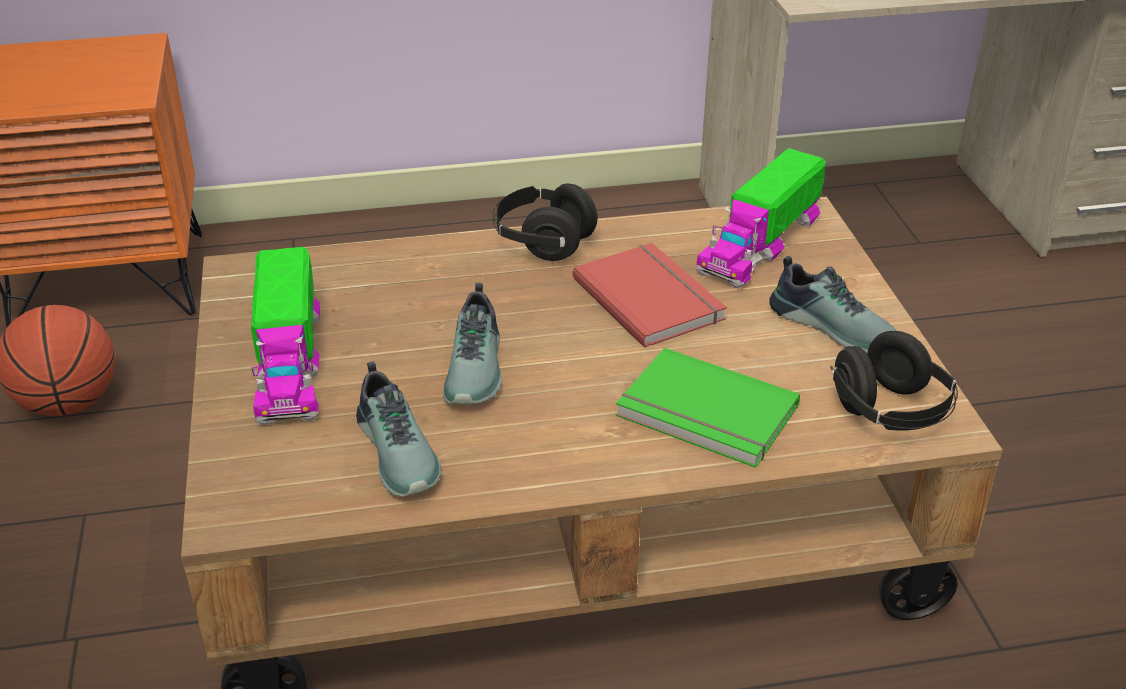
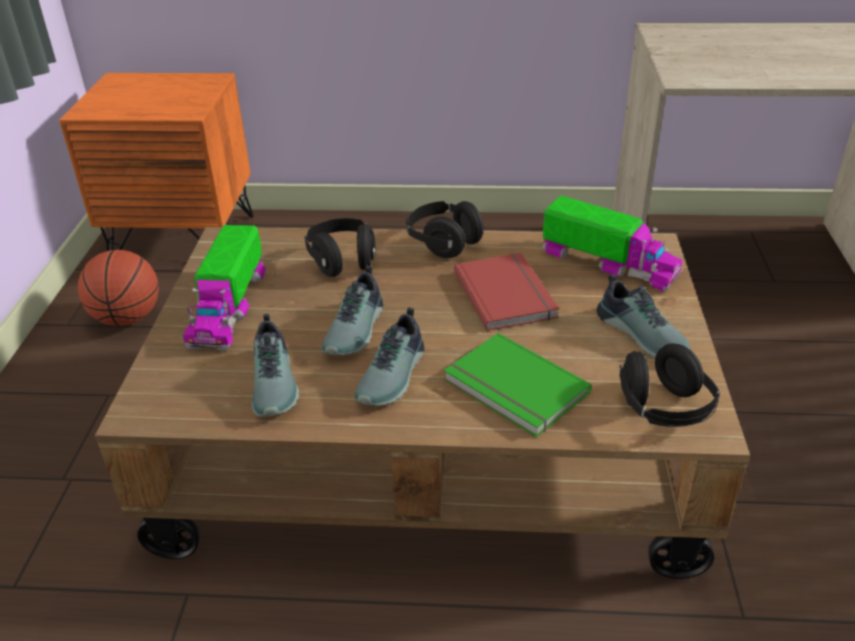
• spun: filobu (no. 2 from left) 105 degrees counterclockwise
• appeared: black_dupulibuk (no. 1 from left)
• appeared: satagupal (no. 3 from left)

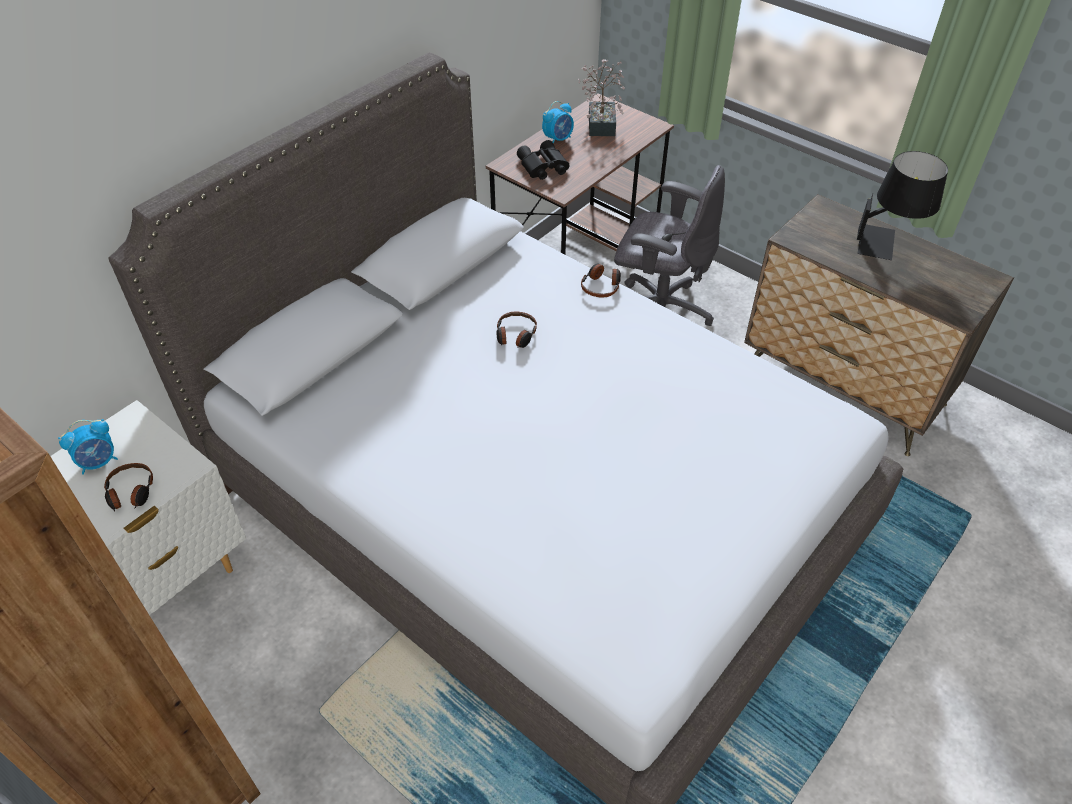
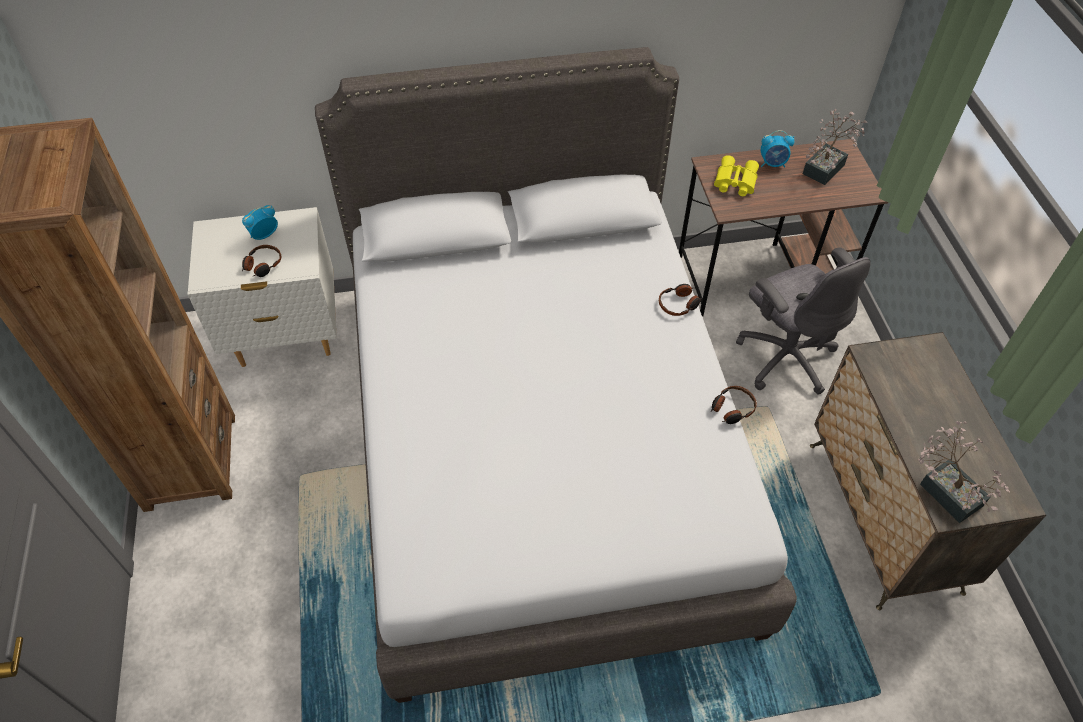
• colour: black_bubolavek to yellow_bubolavek
• missing: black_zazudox
• relocated: dupulibuk (no. 2 from left in the first image) to dupulibuk (no. 3 from left)
• spun: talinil (no. 1 from left) 135 degrees clockwise
• appeared: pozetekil (no. 2 from left)

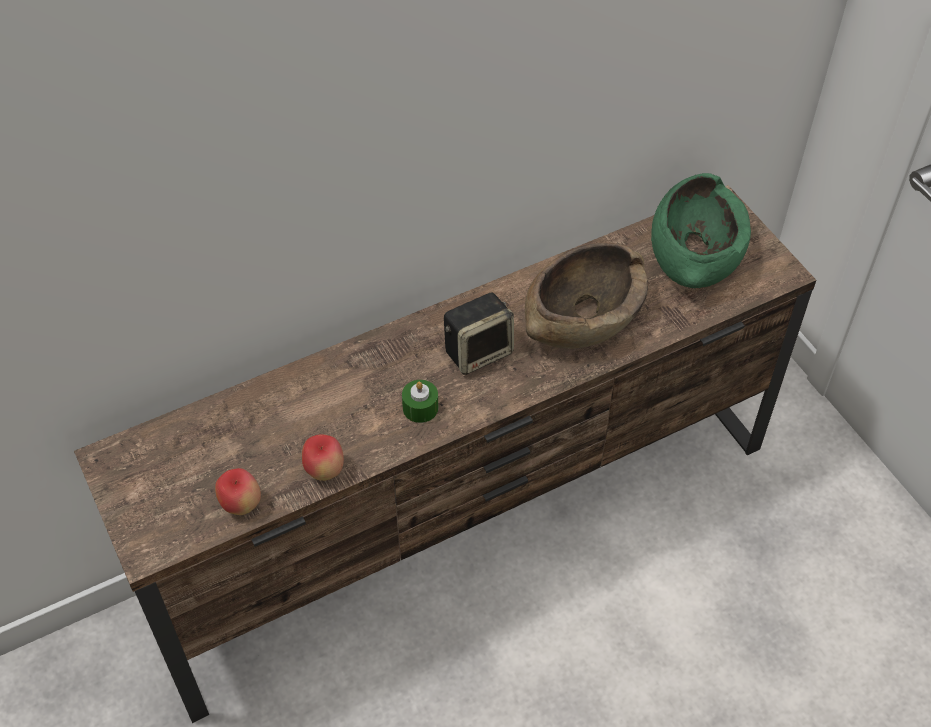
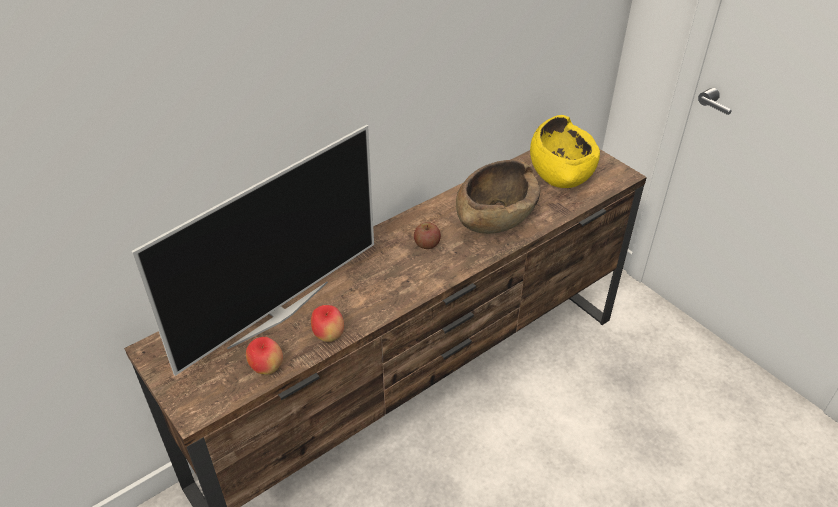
• colour: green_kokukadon to yellow_kokukadon
• exchanged: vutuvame to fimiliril (no. 3 from left)
• missing: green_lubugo
• appeared: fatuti

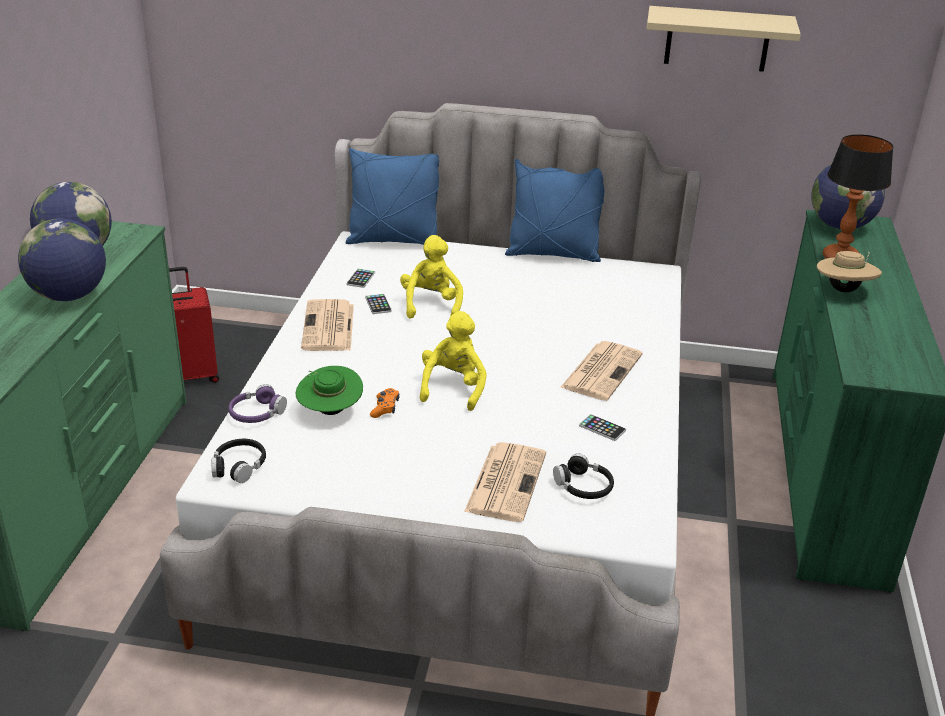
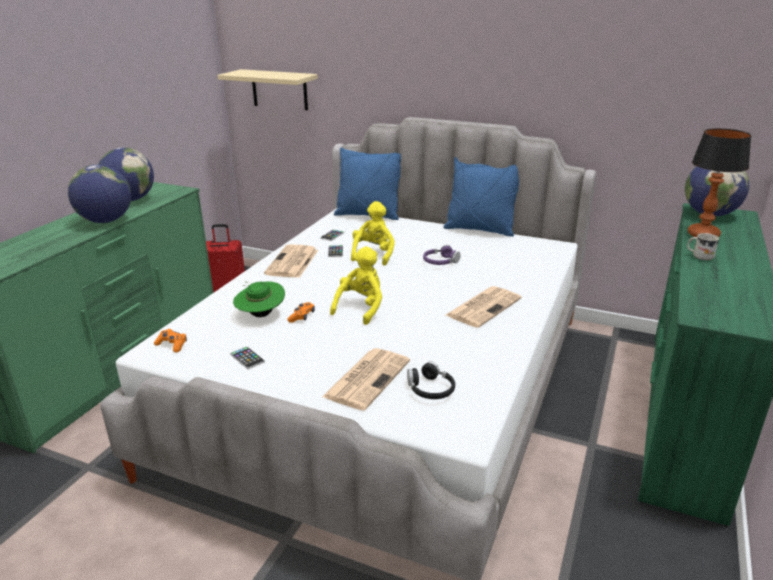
• relocated: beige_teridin
• exchanged: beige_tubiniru to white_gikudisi
• relocated: purple_dupulibuk
• relocated: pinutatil (no. 3 from left in the first image) to pinutatil (no. 1 from left)
• exchanged: black_dupulibuk (no. 1 from left) to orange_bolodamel (no. 1 from left)

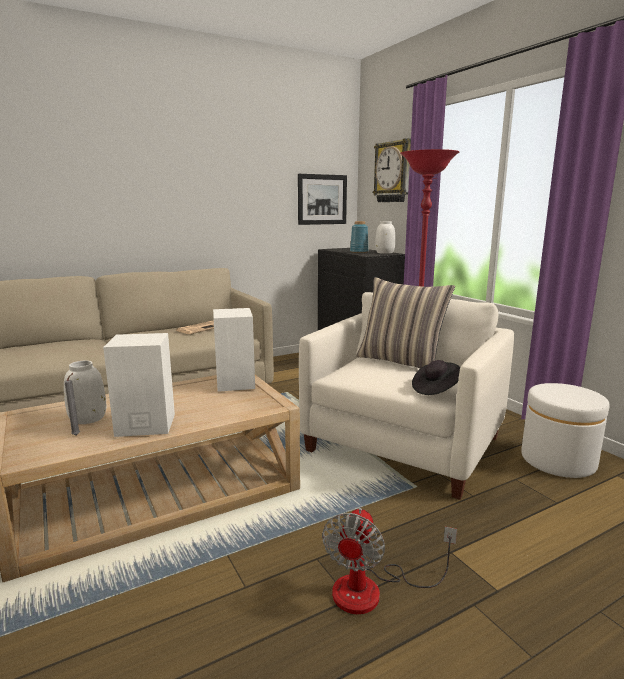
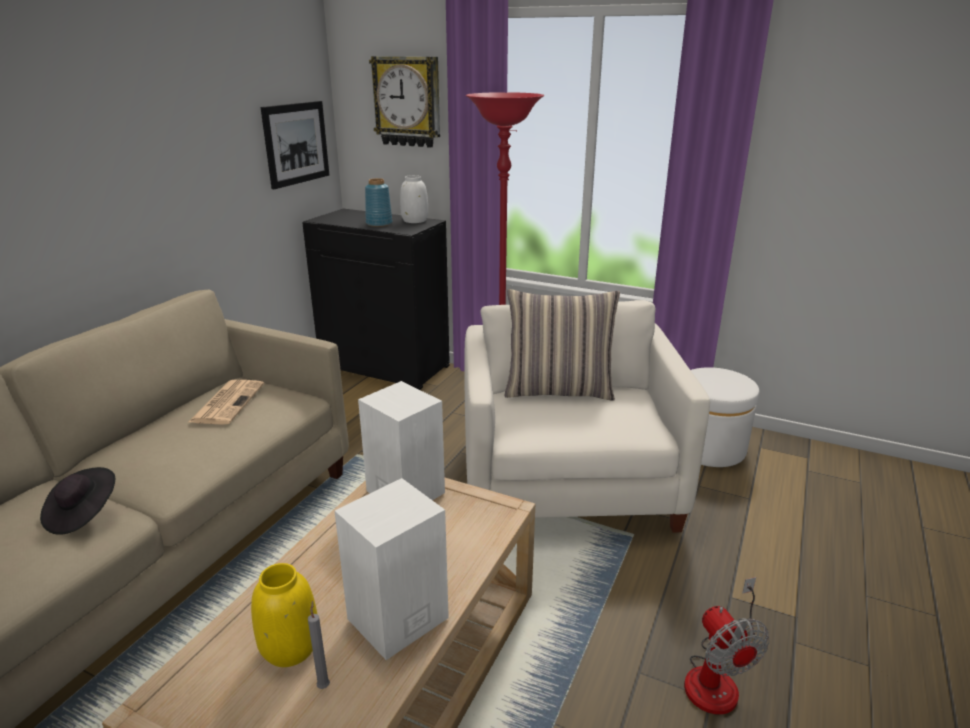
• relocated: black_tubiniru
• colour: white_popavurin (no. 1 from left) to yellow_popavurin

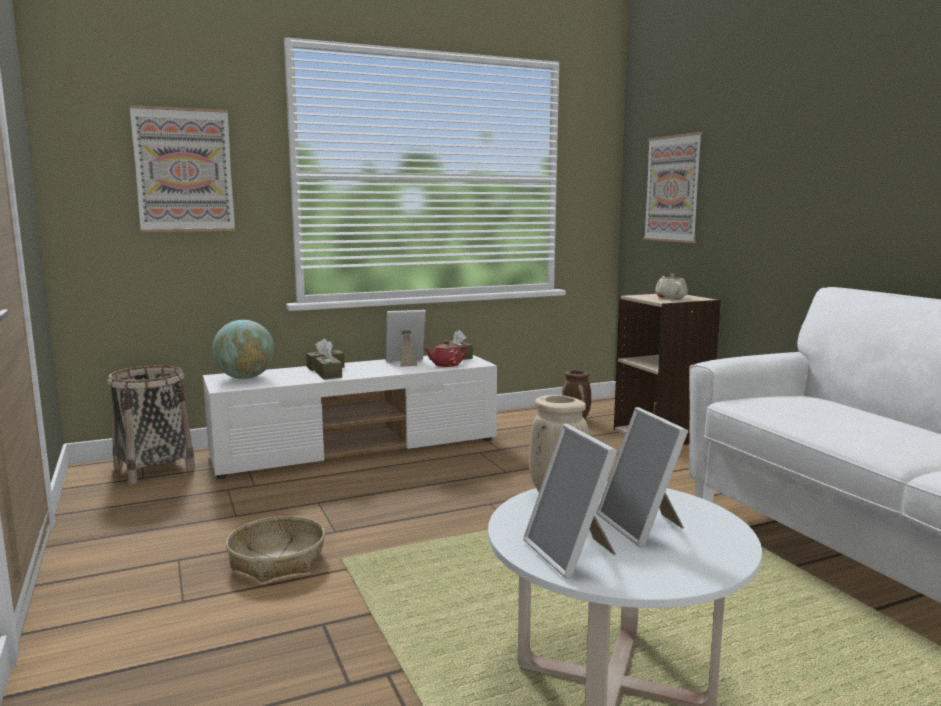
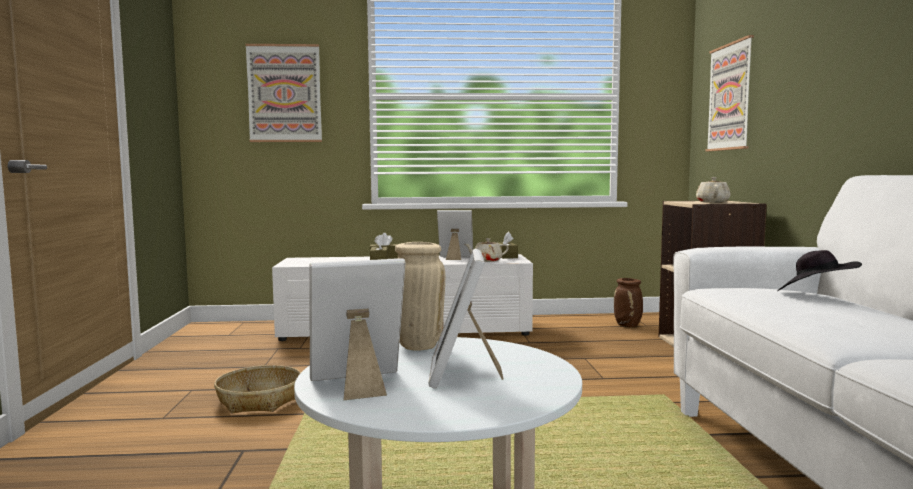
• missing: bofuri
• colour: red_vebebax to beige_vebebax (no. 1 from left)
• missing: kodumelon (no. 1 from left)
• spun: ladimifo (no. 2 from left in the first image) 75 degrees clockwise
• appeared: black_tubiniru

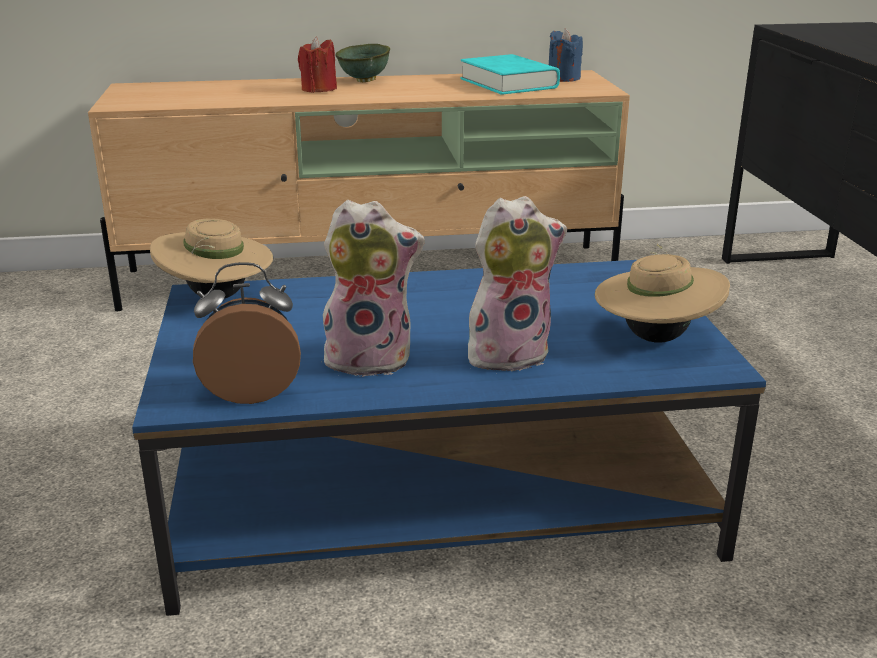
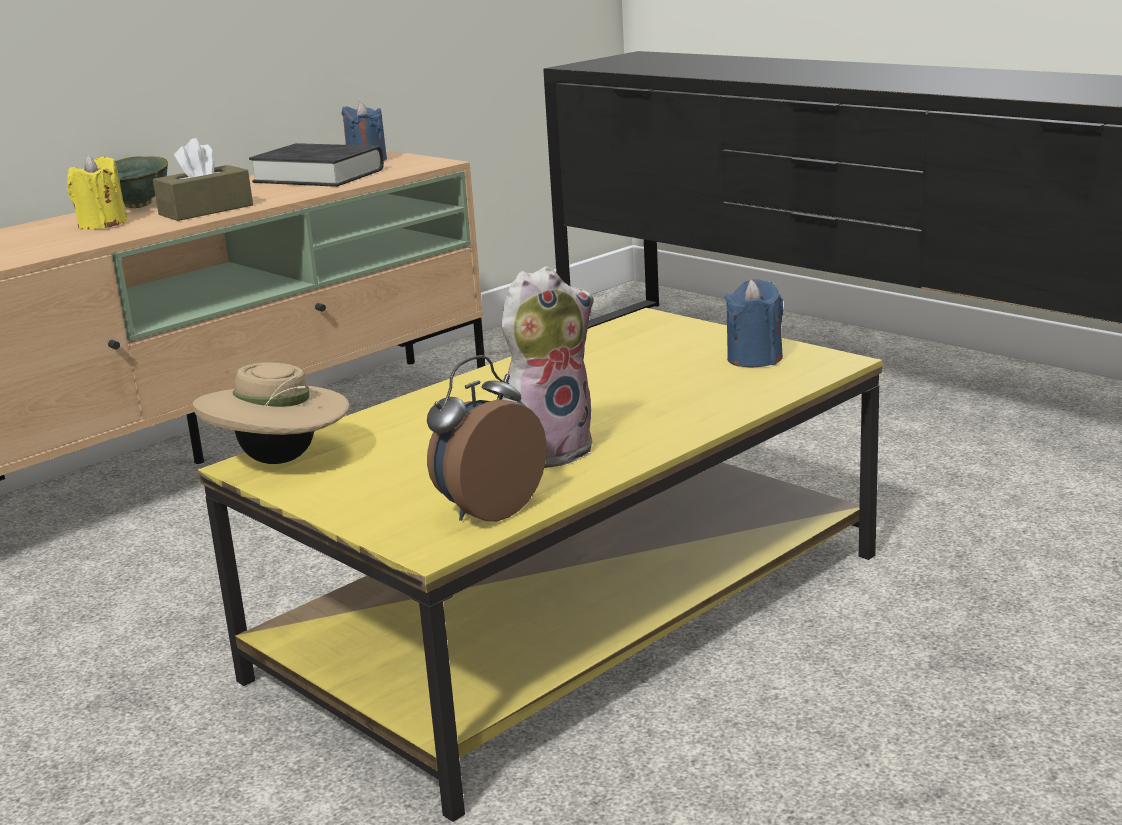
• colour: red_lubugo to yellow_lubugo
• colour: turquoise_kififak to black_kififak
• missing: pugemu (no. 2 from left)
• exchanged: beige_tubiniru (no. 2 from left) to blue_lubugo (no. 2 from left)
• colour: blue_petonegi to yellow_petonegi
• appeared: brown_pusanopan

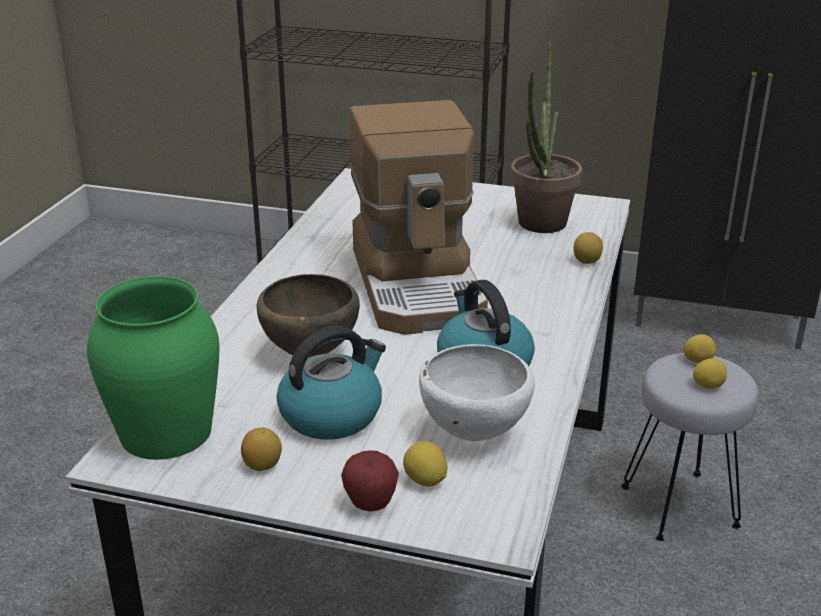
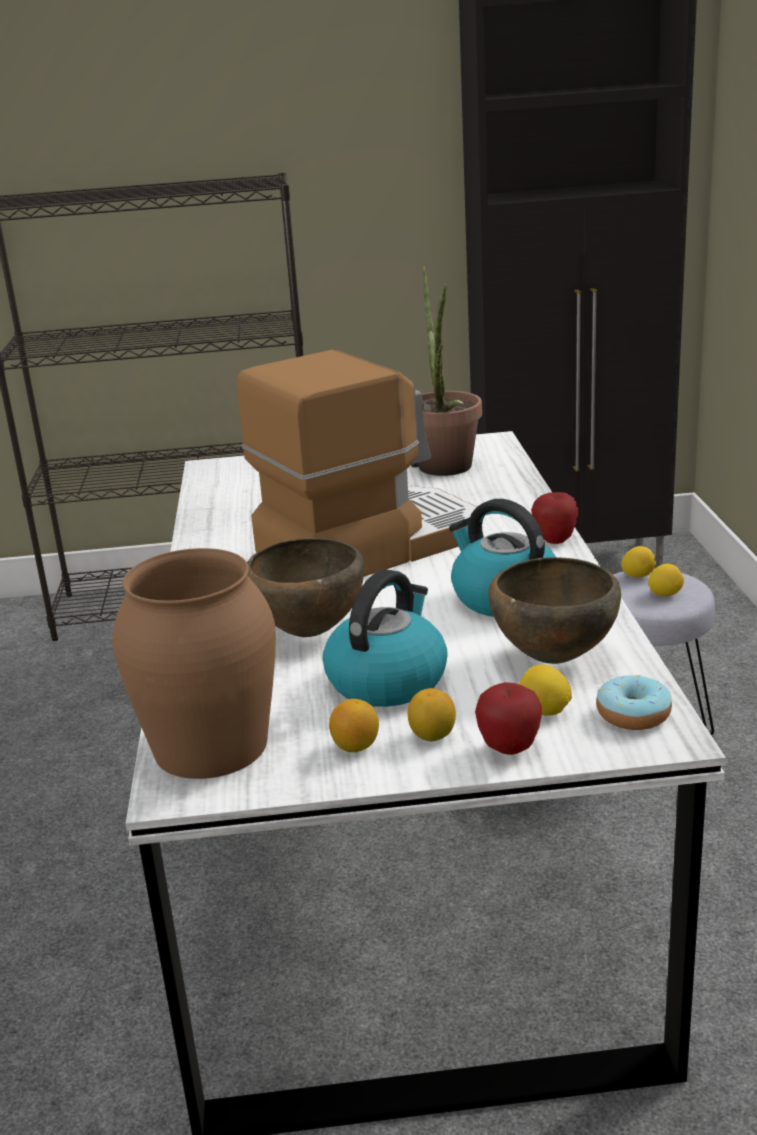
• spun: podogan 90 degrees counterclockwise
• relocated: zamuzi (no. 3 from left in the first image) to zamuzi (no. 2 from left)
• colour: green_popavurin to brown_popavurin
• colour: white_kokukadon to brown_kokukadon (no. 2 from left)
• appeared: fimiliril (no. 2 from left)
• appeared: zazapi

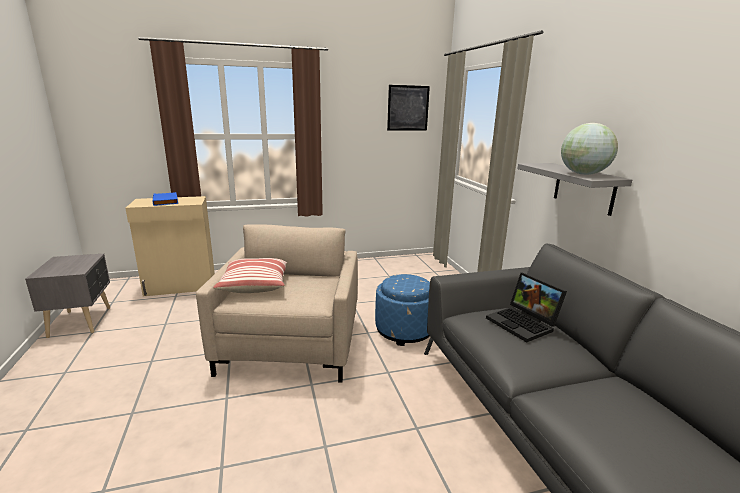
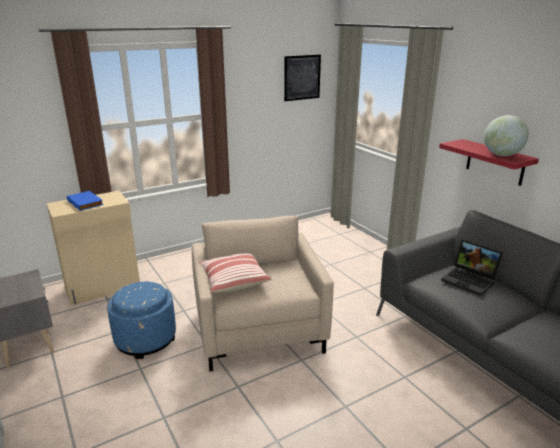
• colour: grey_teridin to red_teridin
• relocated: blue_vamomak

